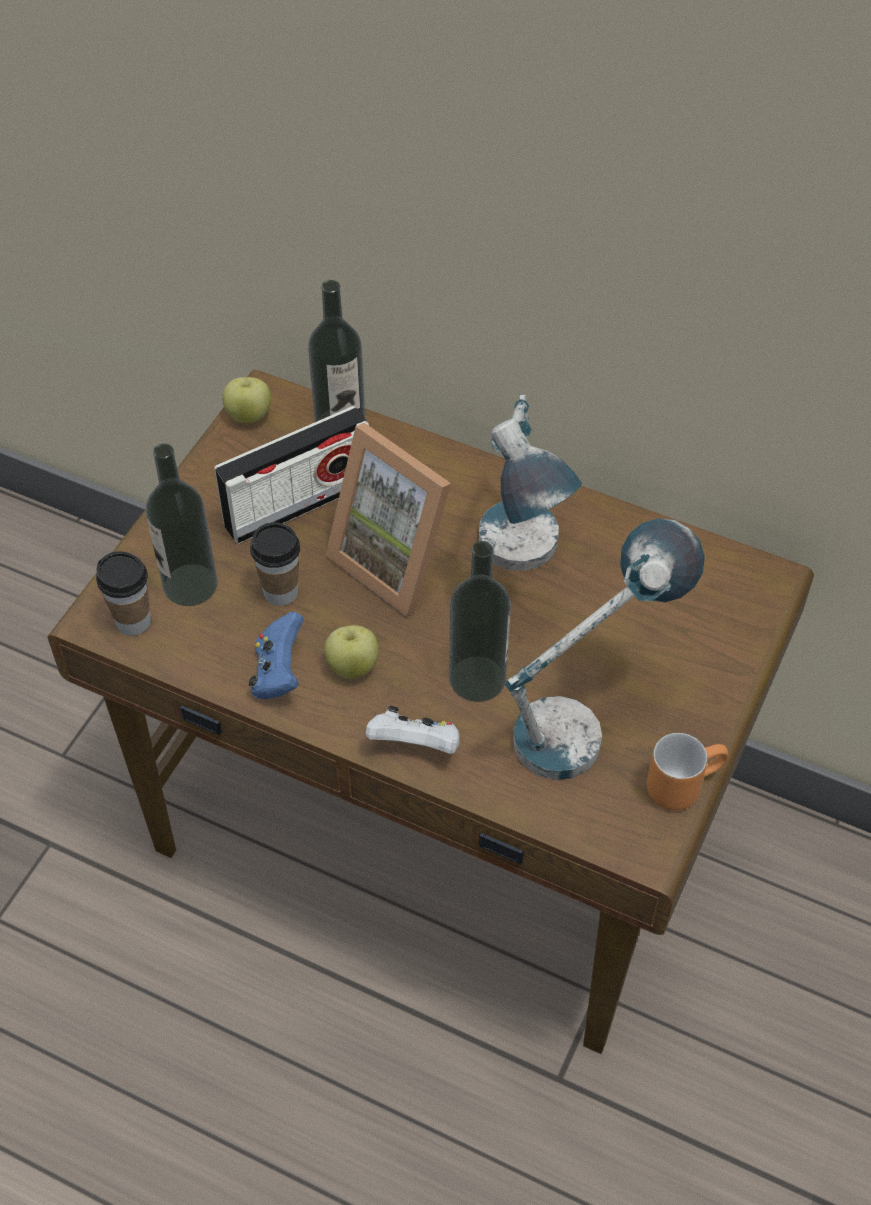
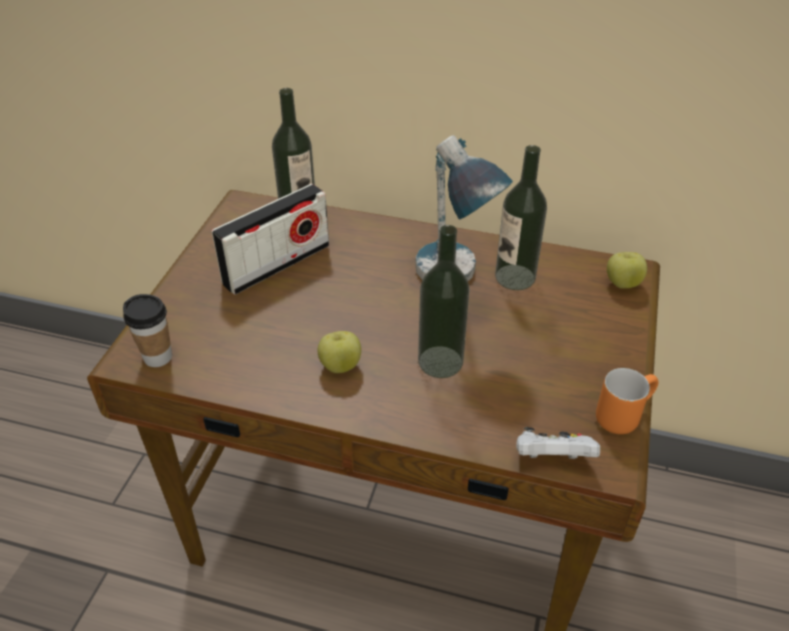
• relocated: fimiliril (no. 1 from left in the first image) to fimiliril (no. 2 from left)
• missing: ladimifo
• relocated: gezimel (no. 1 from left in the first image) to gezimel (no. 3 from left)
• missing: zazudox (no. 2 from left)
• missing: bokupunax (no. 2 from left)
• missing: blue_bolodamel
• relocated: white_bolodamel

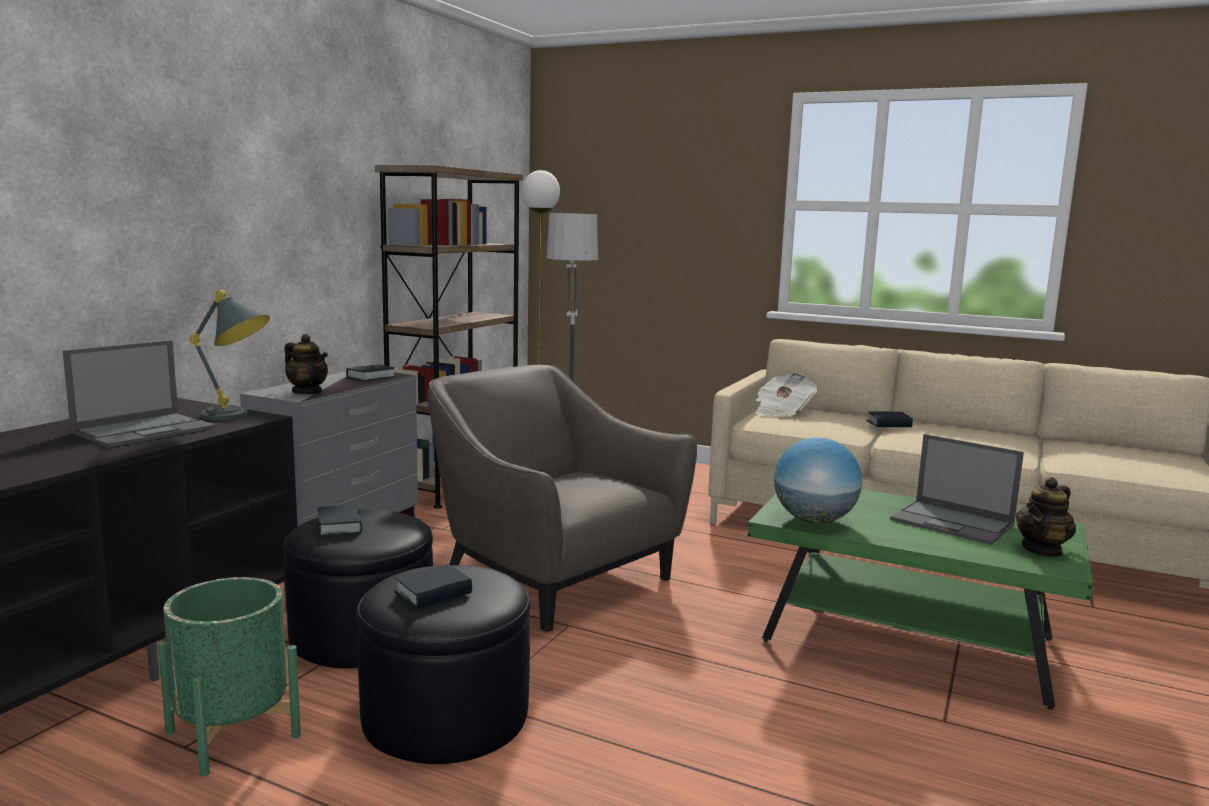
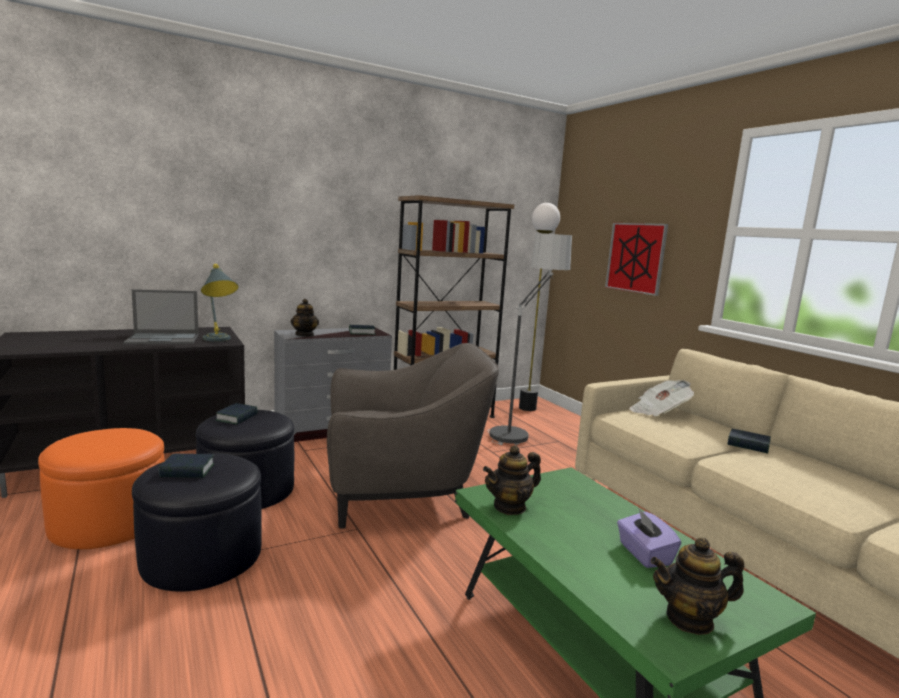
• spun: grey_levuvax 90 degrees clockwise
• exchanged: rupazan (no. 2 from left) to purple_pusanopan
• exchanged: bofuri to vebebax (no. 2 from left)
• exchanged: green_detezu to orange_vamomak
• appeared: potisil

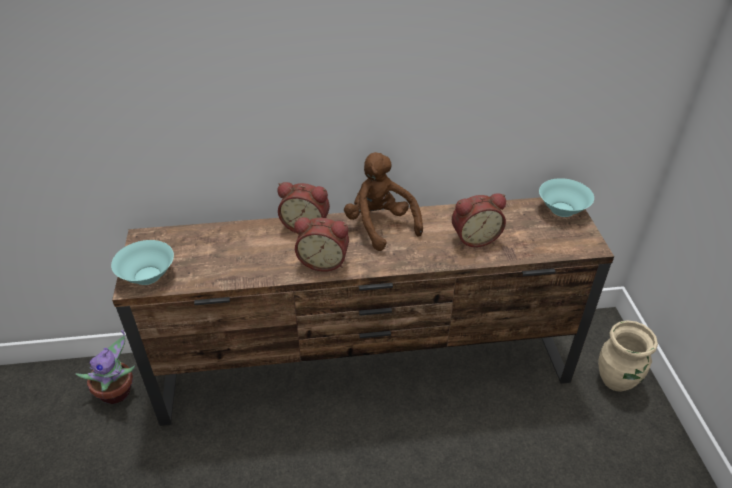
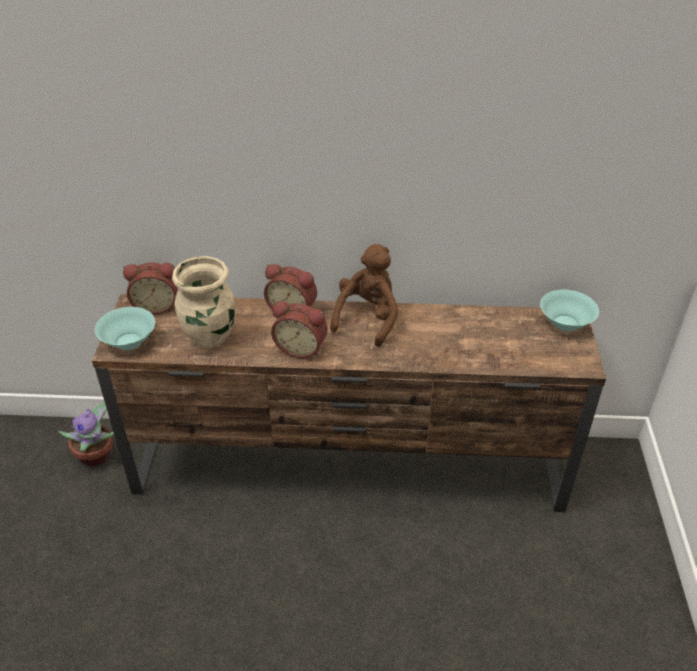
• spun: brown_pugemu 45 degrees clockwise
• relocated: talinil (no. 3 from left in the first image) to talinil (no. 1 from left)
• relocated: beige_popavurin

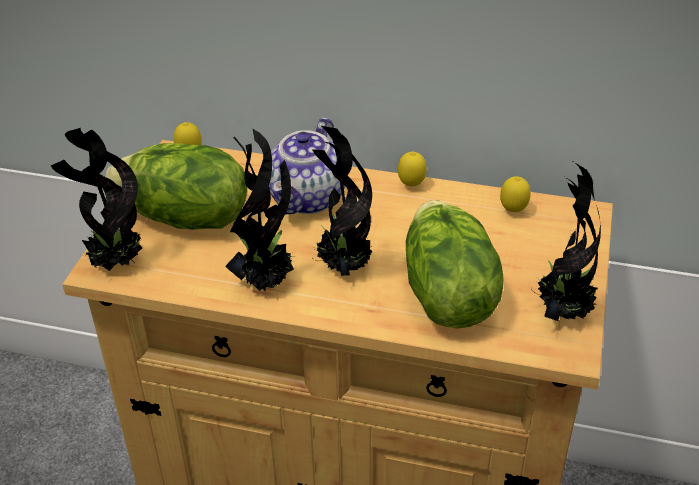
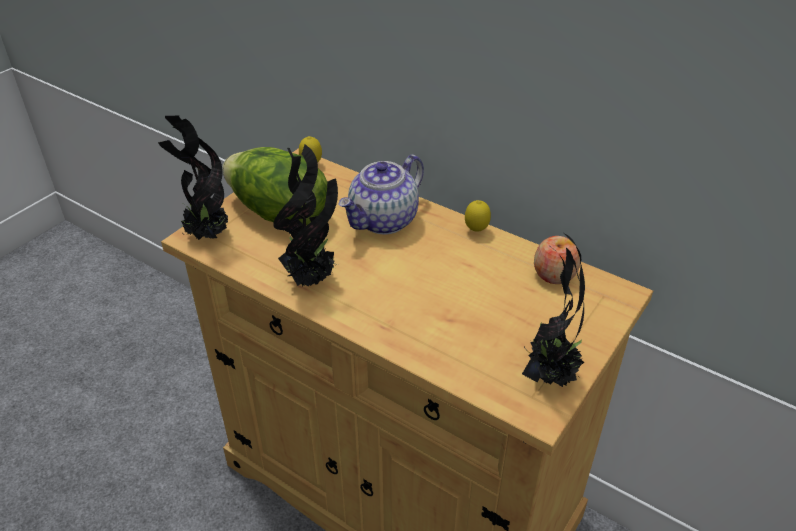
• missing: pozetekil (no. 3 from left)
• exchanged: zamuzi (no. 3 from left) to fimiliril
• missing: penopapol (no. 2 from left)

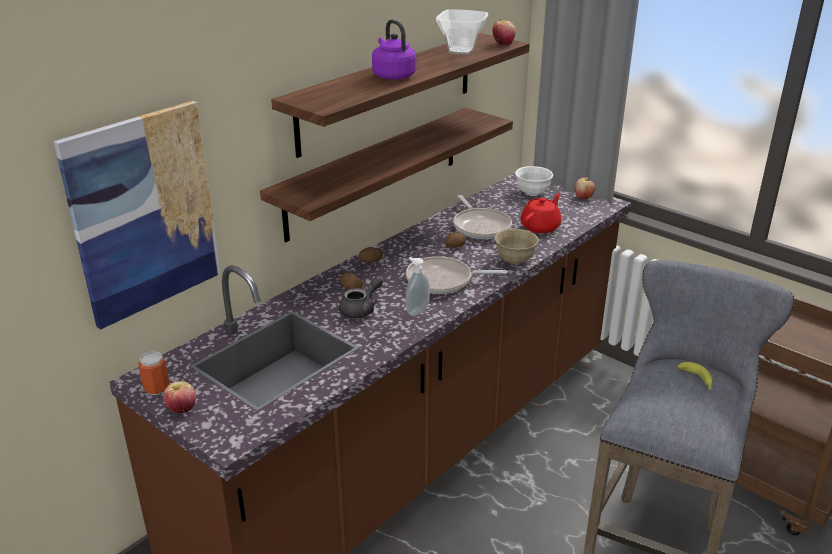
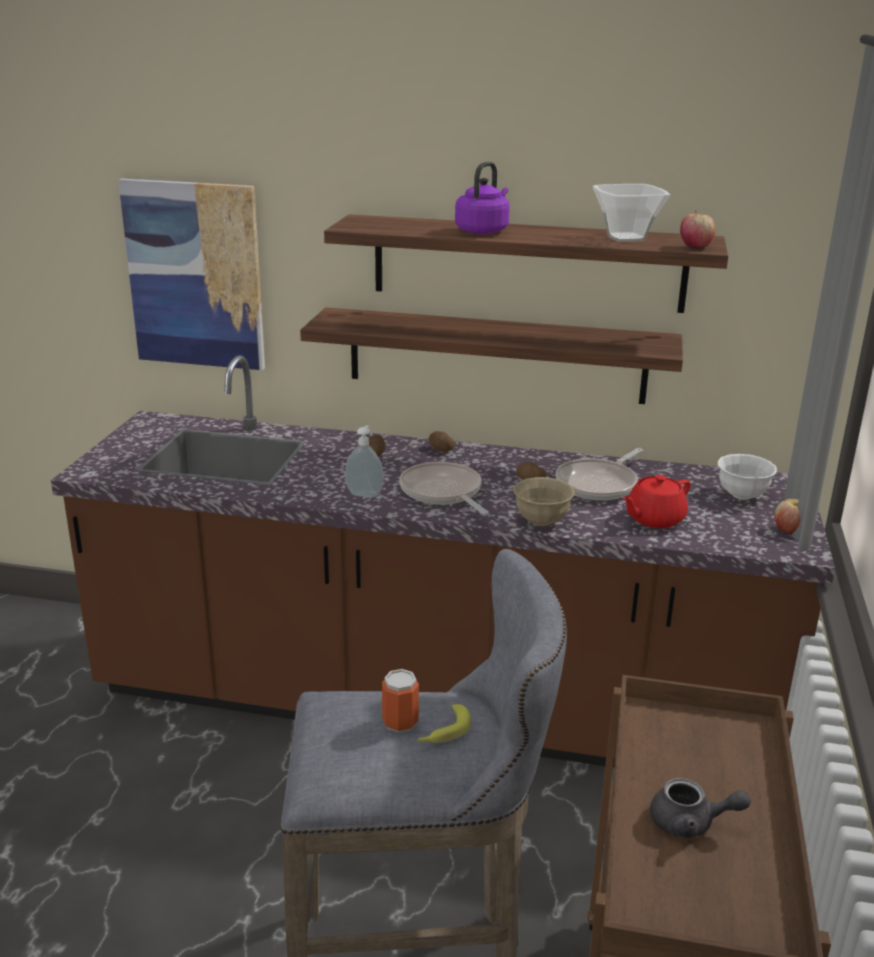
• spun: red_vebebax 135 degrees clockwise
• relocated: grey_vebebax
• relocated: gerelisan
• missing: fimiliril (no. 1 from left)

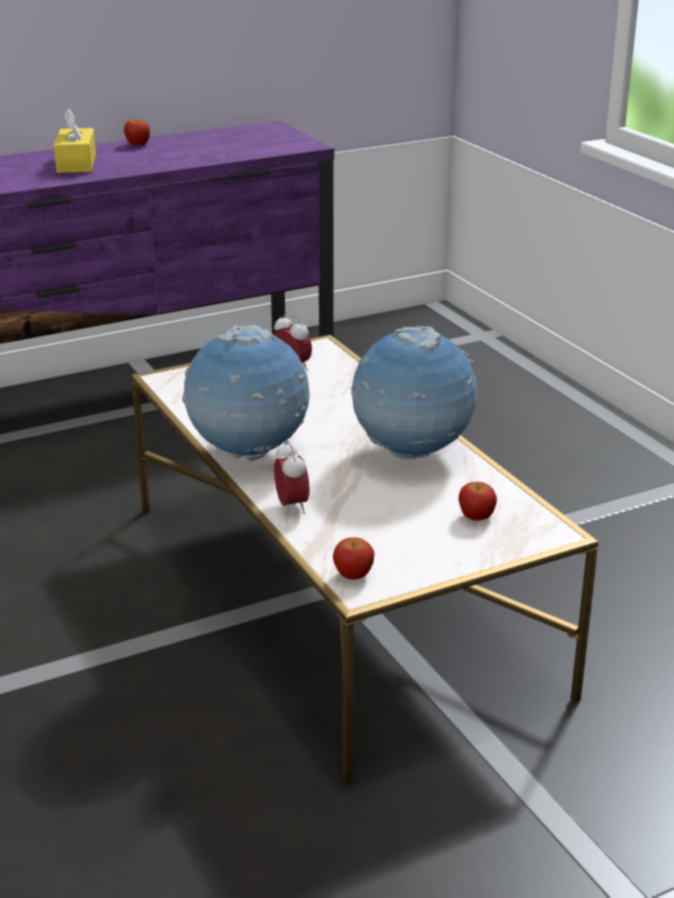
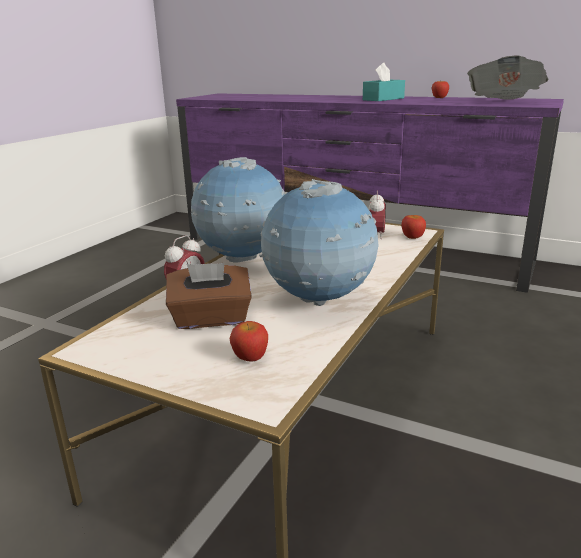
• colour: yellow_pusanopan to turquoise_pusanopan
• relocated: fimiliril (no. 2 from left)
• appeared: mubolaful
• appeared: brown_pusanopan

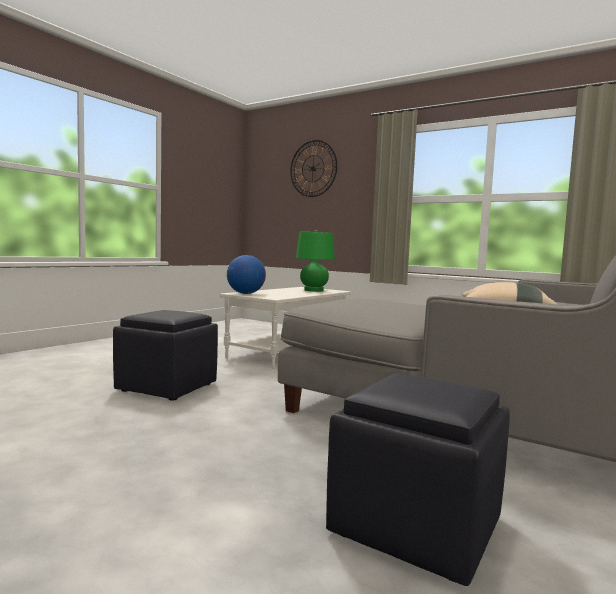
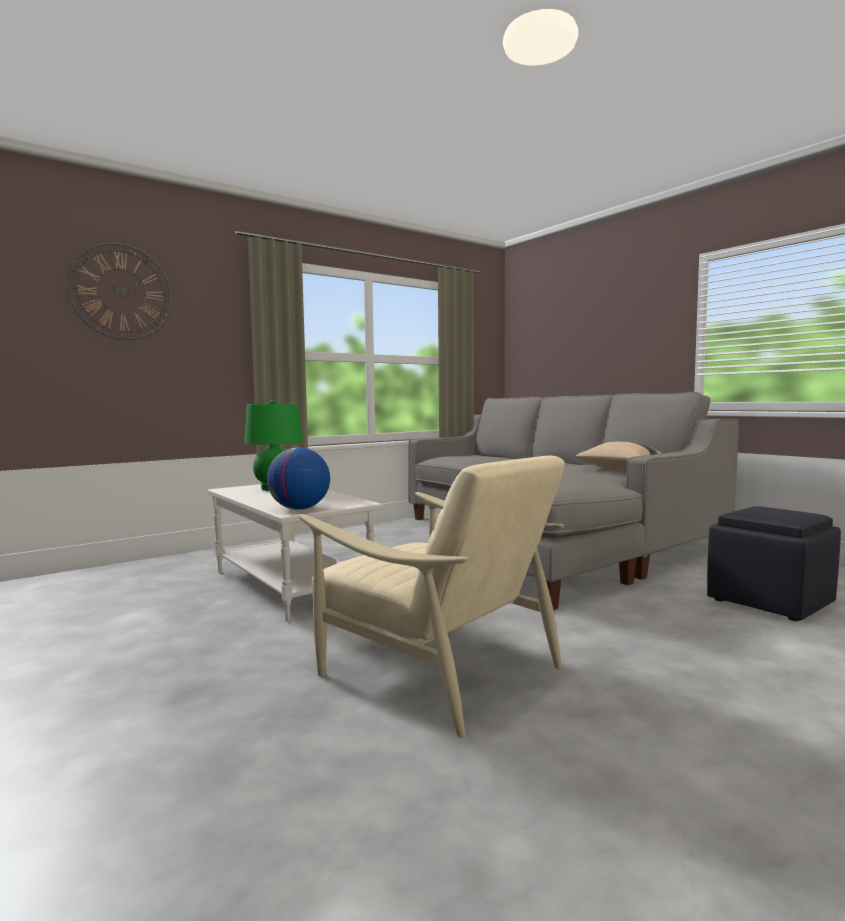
• exchanged: black_vamomak (no. 1 from left) to beige_levuvax

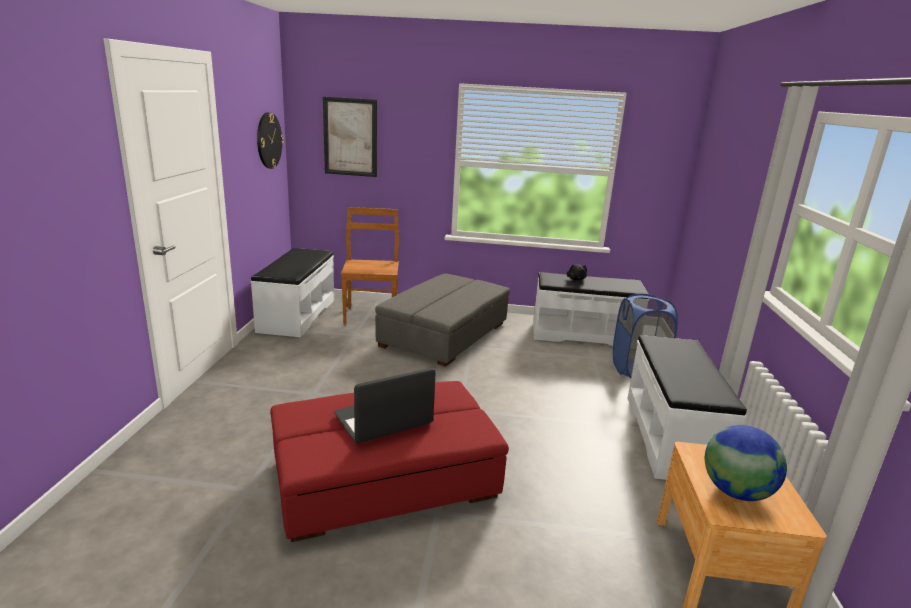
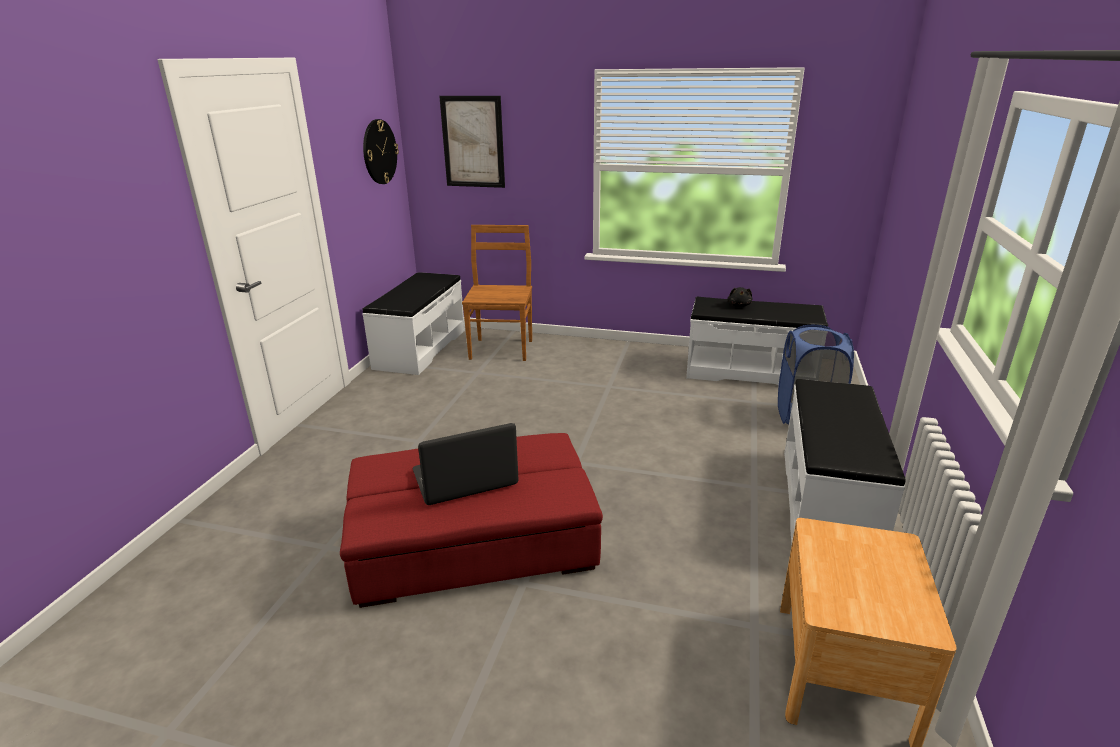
• missing: grey_vamomak
• missing: bofuri

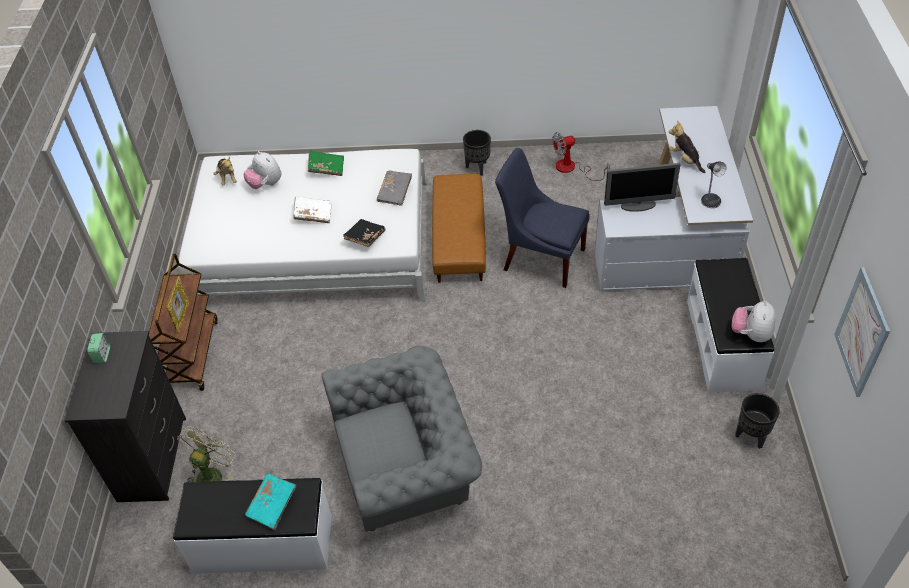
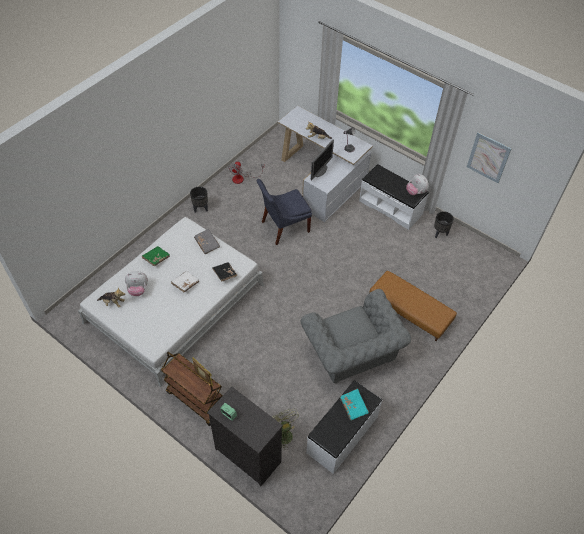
• relocated: brown_vamomak
• spun: grey_levuvax 135 degrees clockwise

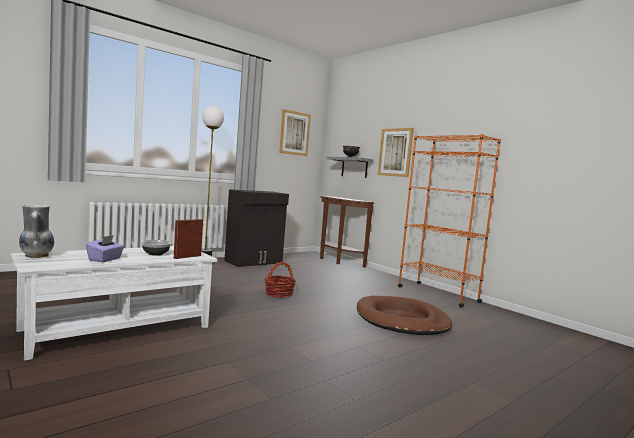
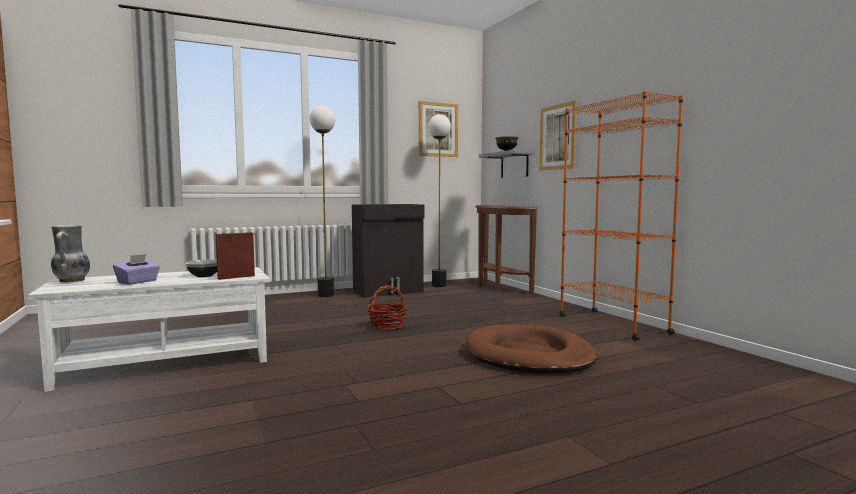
• appeared: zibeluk (no. 2 from left)

